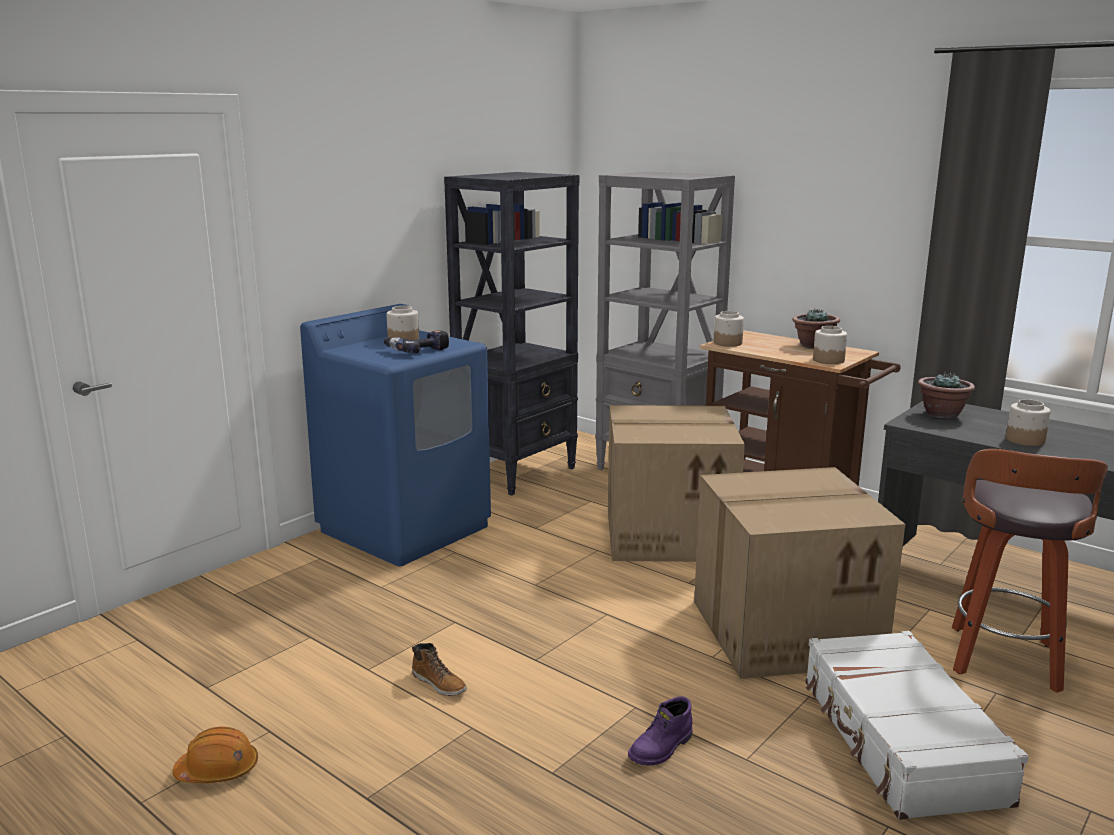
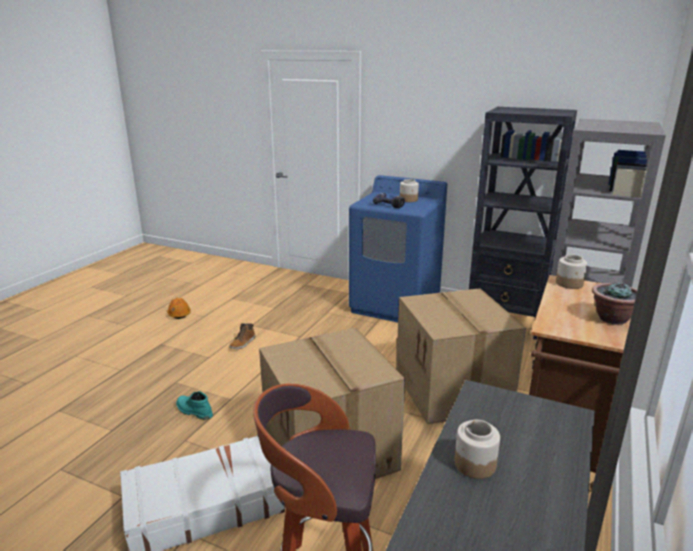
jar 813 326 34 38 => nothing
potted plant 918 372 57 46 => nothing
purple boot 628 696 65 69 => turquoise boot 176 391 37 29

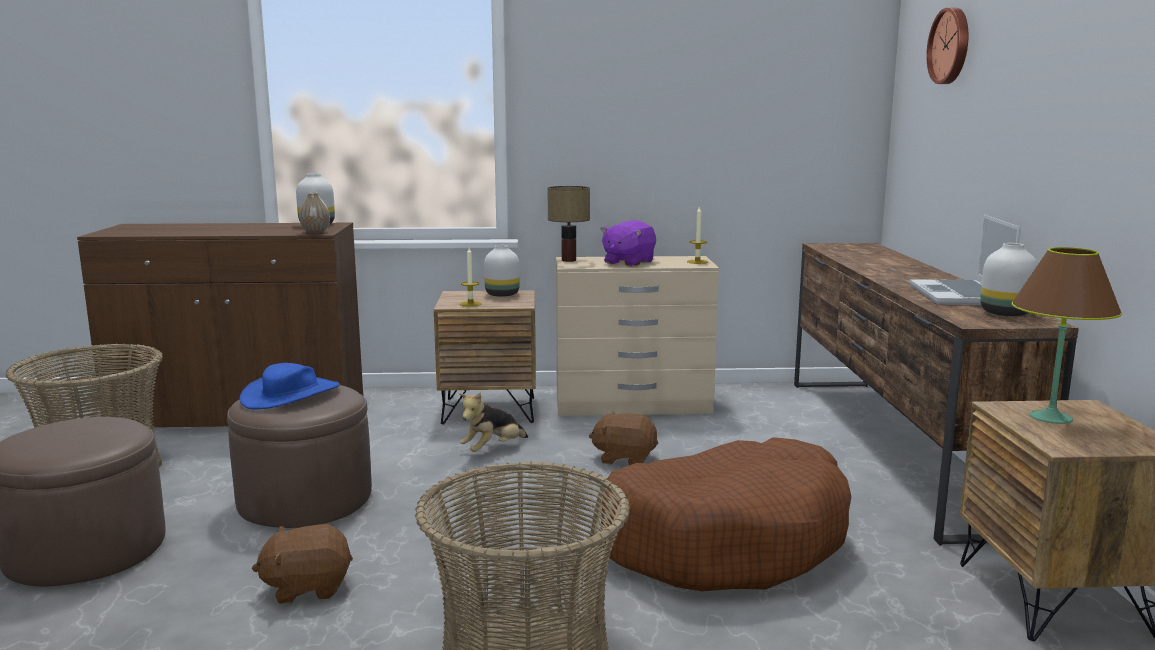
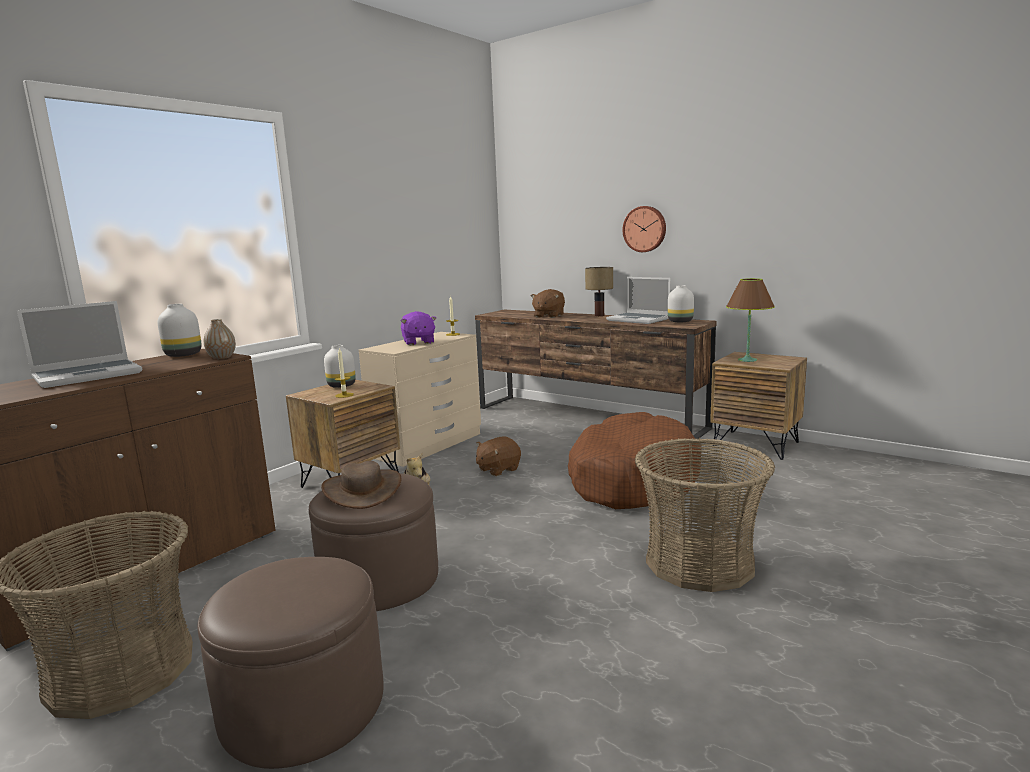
nothing => laptop 17 301 126 87
brown plush toy 252 524 101 80 => brown plush toy 531 289 34 29, moved
table lamp 548 186 42 76 => table lamp 585 267 28 49, moved
wall clock 926 7 42 77 => wall clock 622 206 44 46, moved
blue hat 240 363 100 47 => brown hat 321 461 80 48

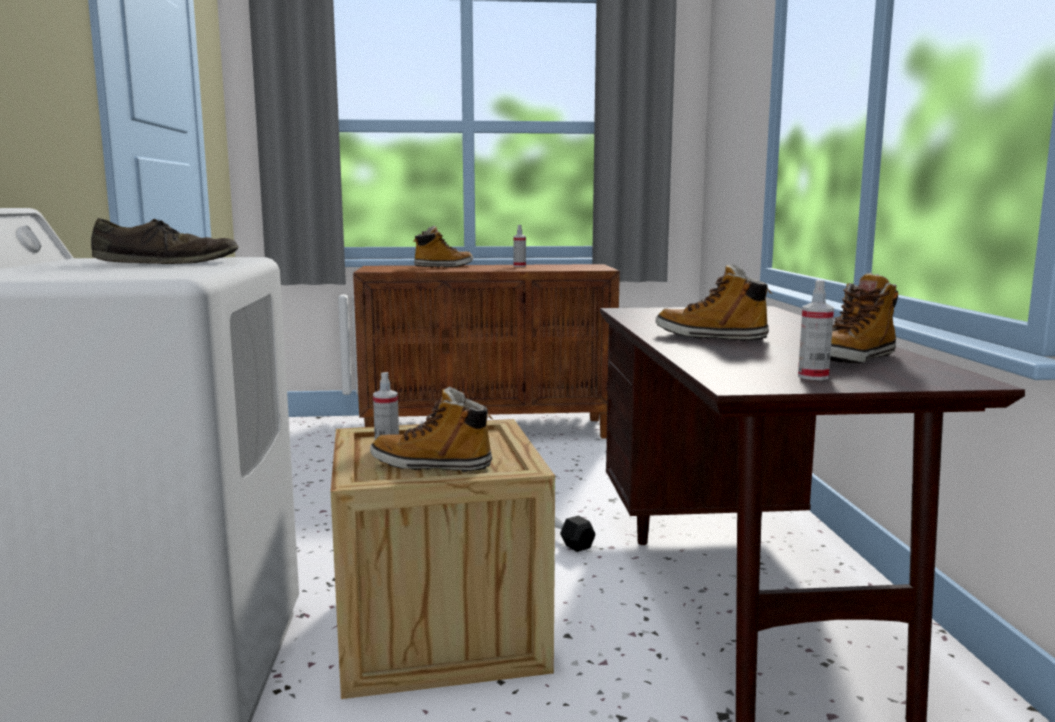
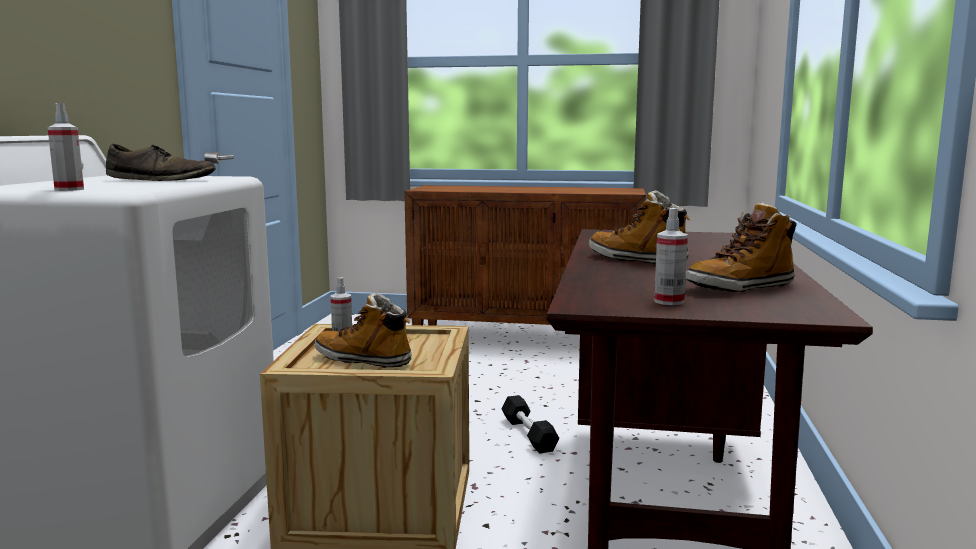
boot 413 226 60 41 => nothing
spray bottle 513 225 13 42 => spray bottle 48 103 36 88, moved

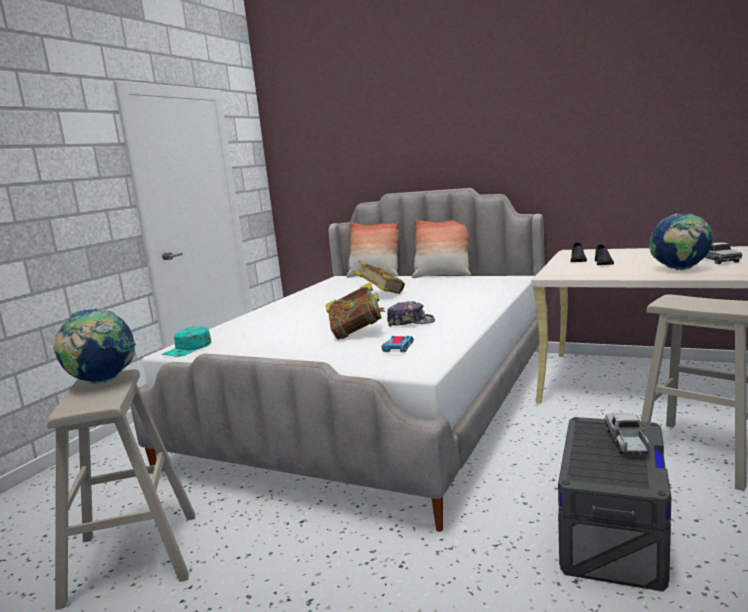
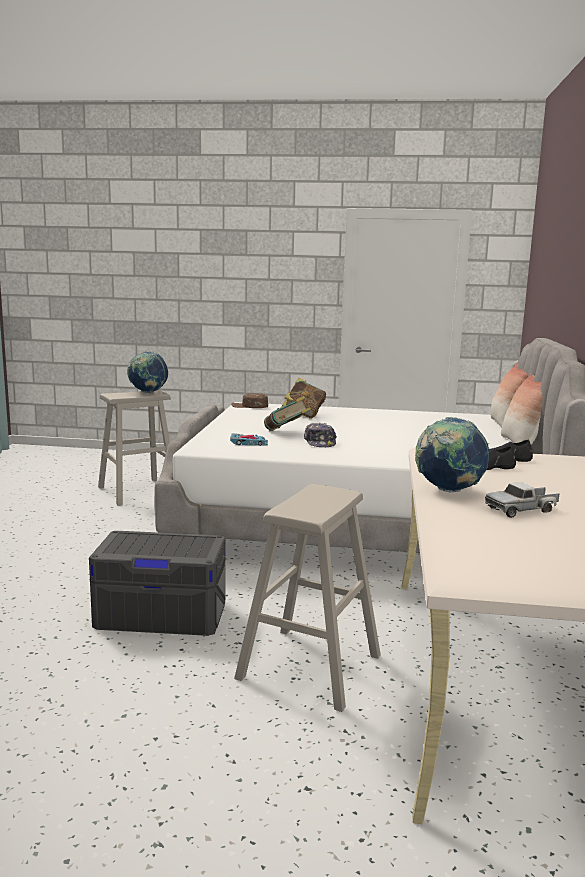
toy truck 605 413 45 42 => nothing
book 353 260 52 34 => book 282 378 44 41, moved
turquoise cap 162 326 49 31 => brown cap 231 393 37 15

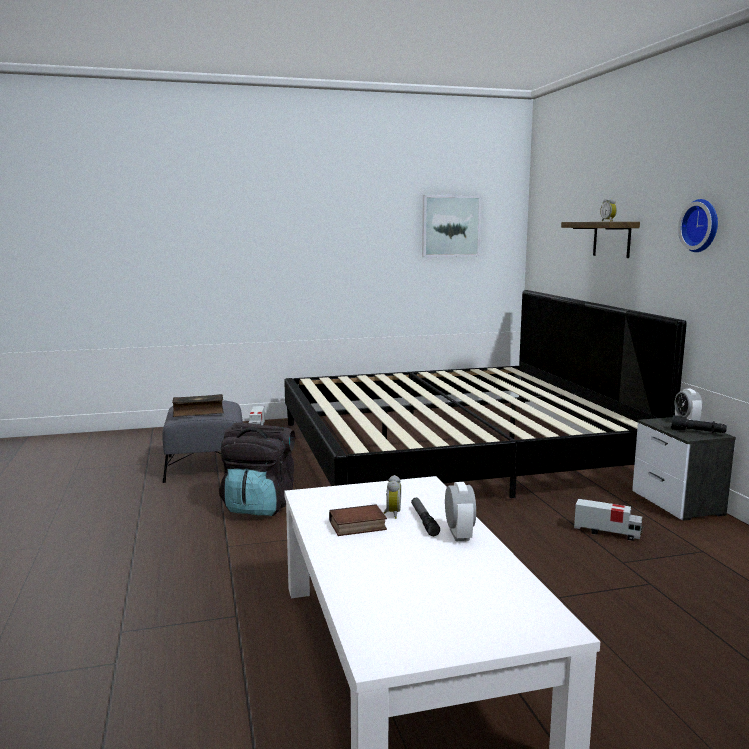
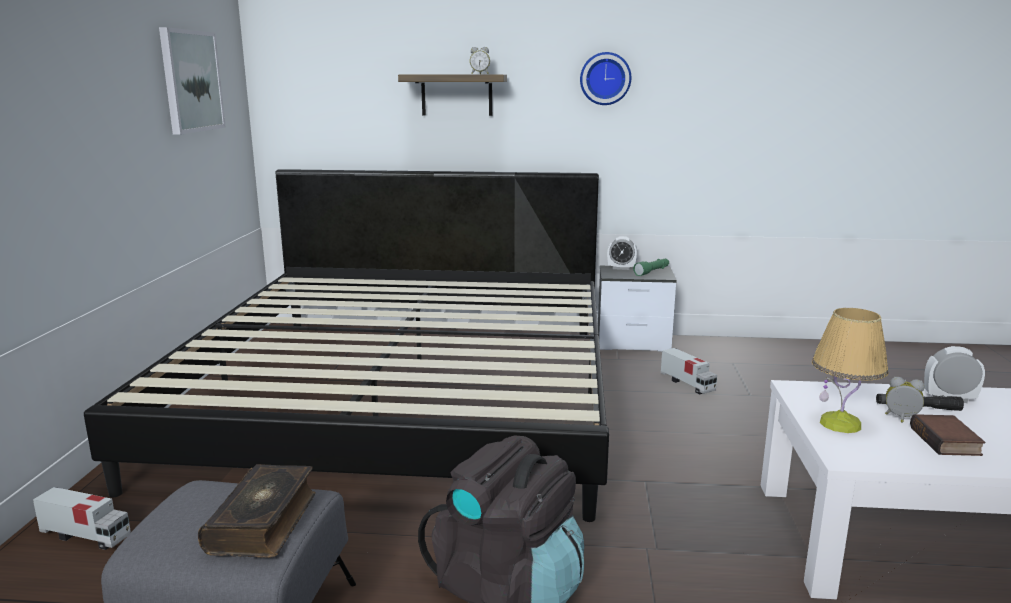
nothing => table lamp 812 308 76 125
black flashlight 671 415 56 18 => green flashlight 633 259 36 17
toy truck 574 499 69 42 => toy truck 661 348 56 47, 105 degrees clockwise

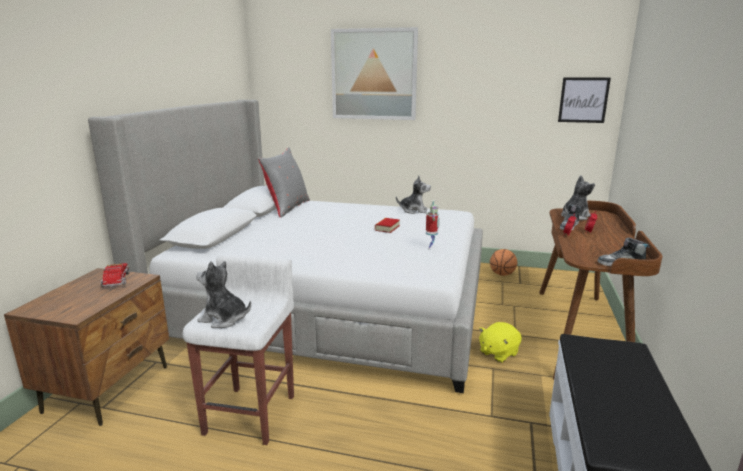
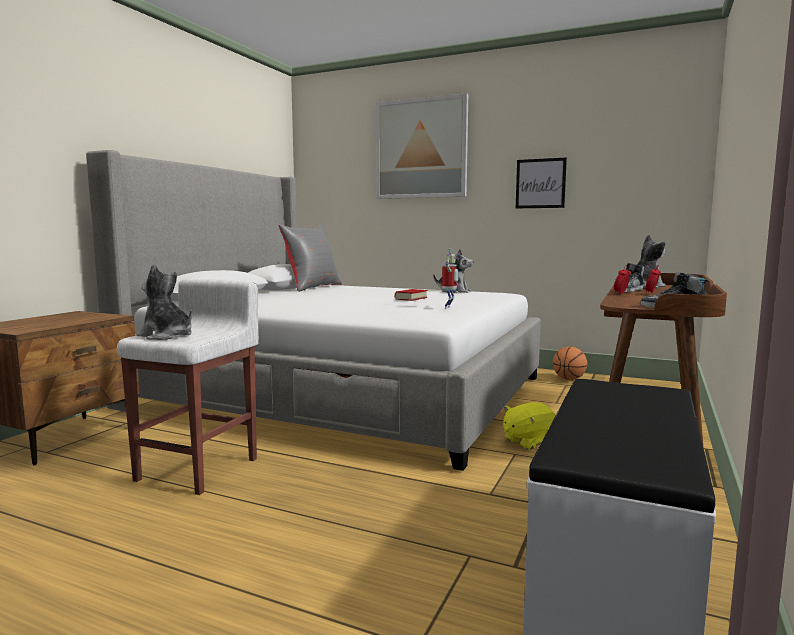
toy truck 101 263 28 24 => nothing
picture 558 77 53 46 => picture 516 158 51 50, moved

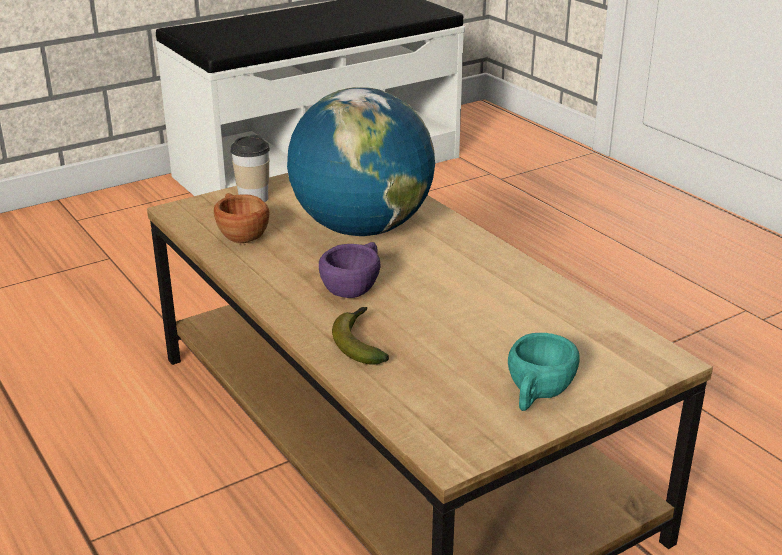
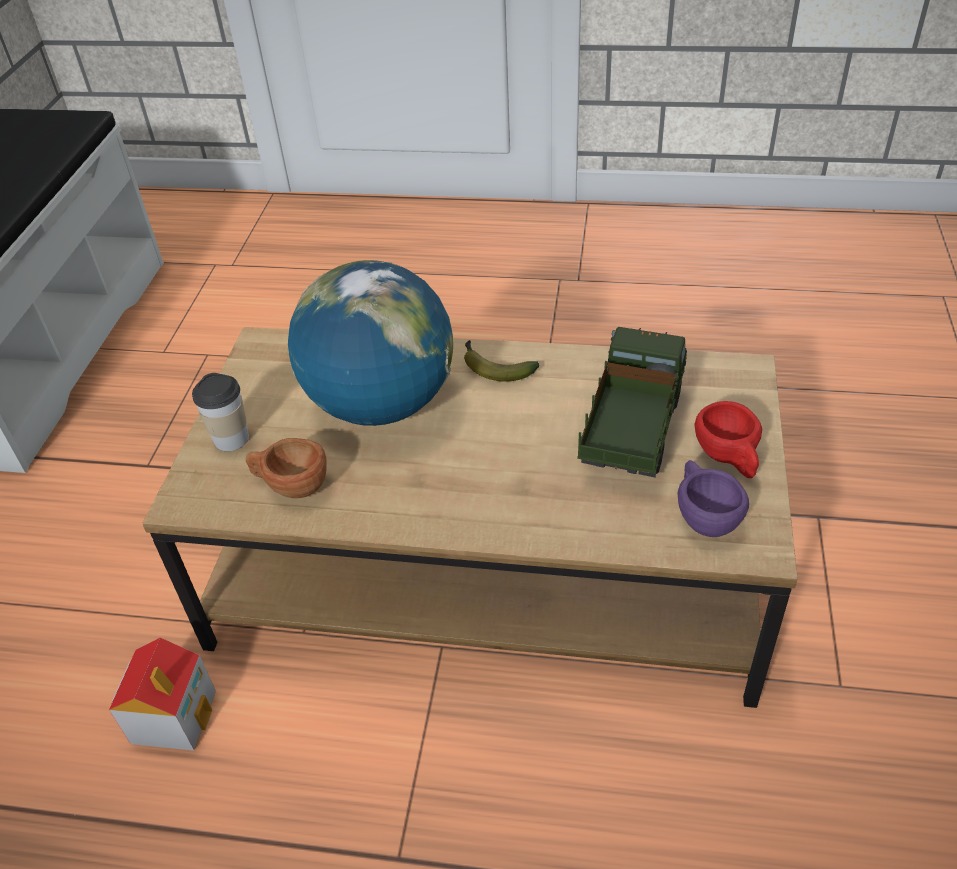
nothing => toy house 109 637 107 114
nothing => toy truck 577 327 110 151
purple cup 319 242 62 56 => purple cup 678 460 71 77, moved
banana 332 307 57 58 => banana 464 340 75 42, moved
turquoise cup 508 333 72 78 => red cup 695 401 67 77

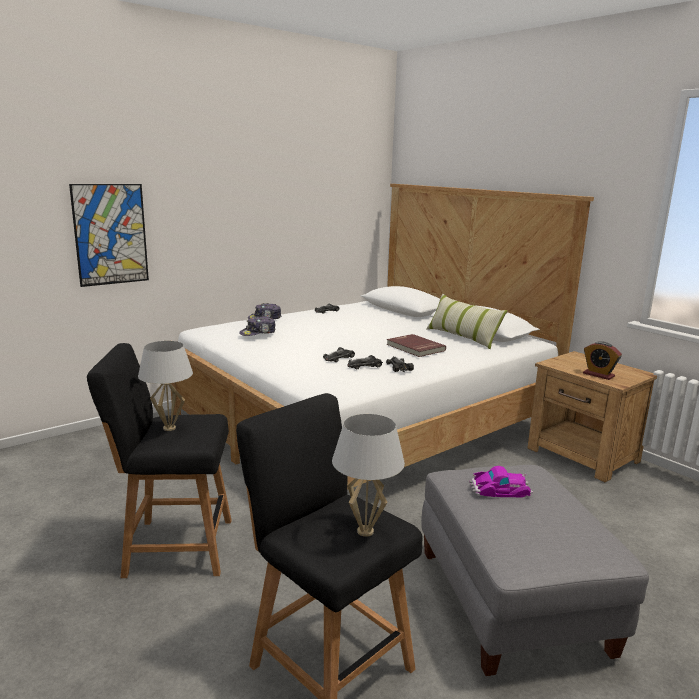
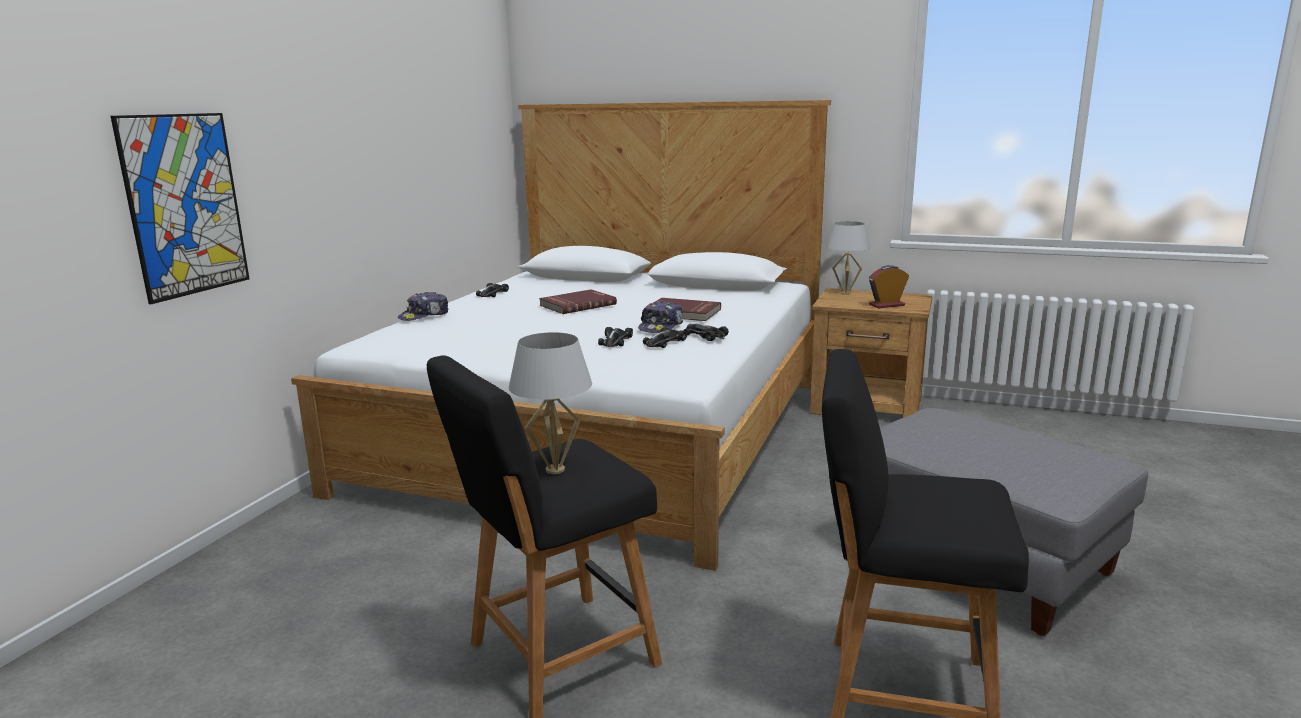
pillow 426 294 82 55 => nothing
toy car 469 466 65 32 => nothing
nothing => red book 539 289 78 25
cap 239 316 37 20 => cap 638 300 45 33, moved
white table lamp 332 414 73 123 => white table lamp 827 221 43 74, moved
alarm clock 583 341 39 39 => alarm clock 869 265 40 44, 150 degrees clockwise

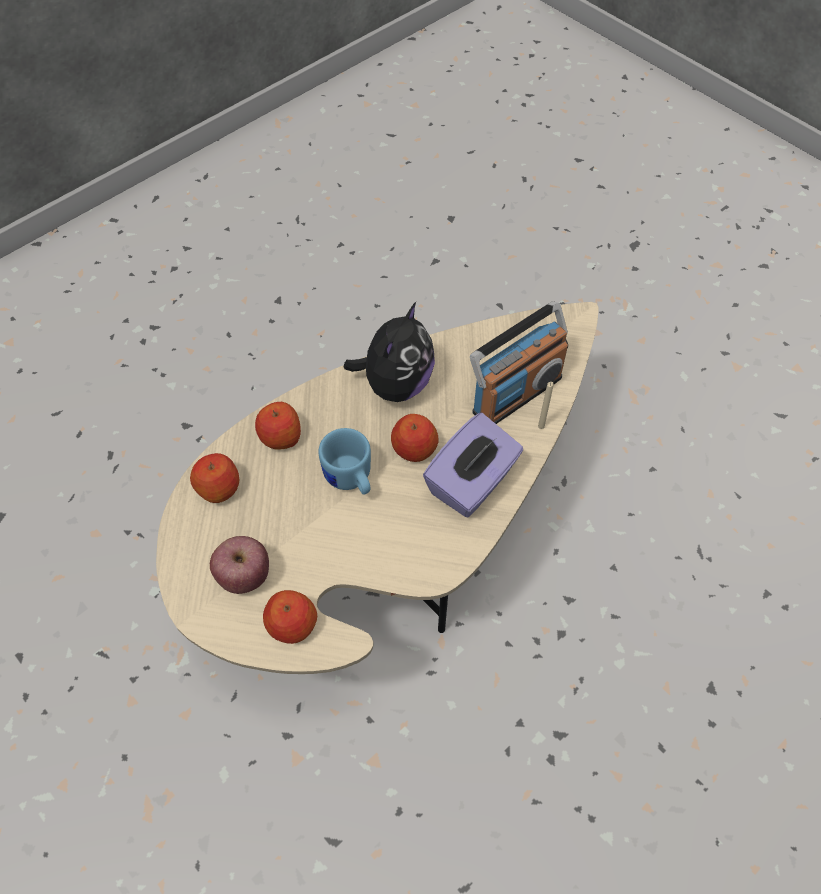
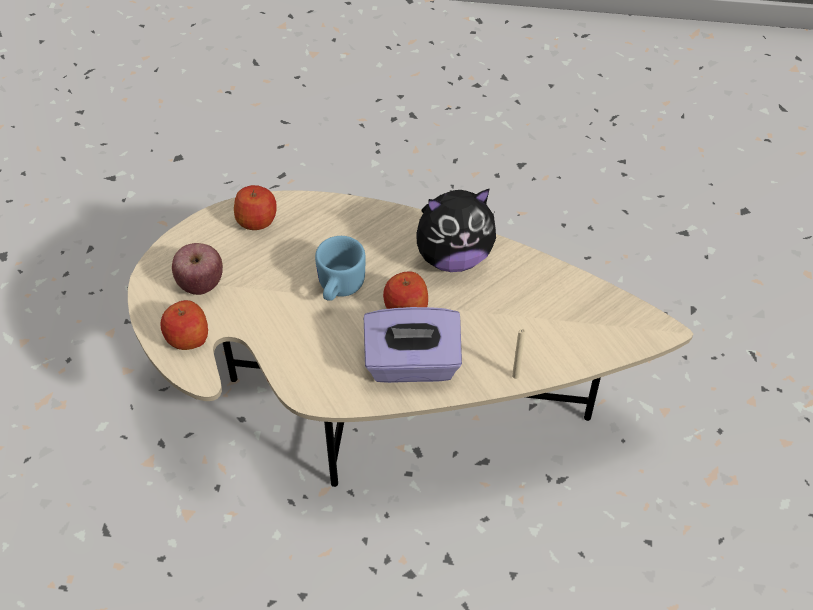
apple 255 402 46 48 => nothing
radio 470 301 98 123 => nothing

